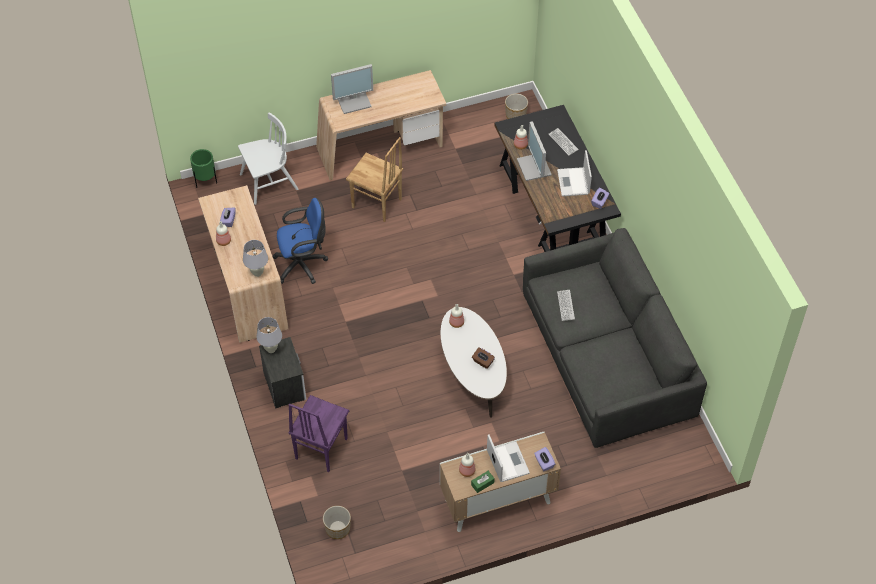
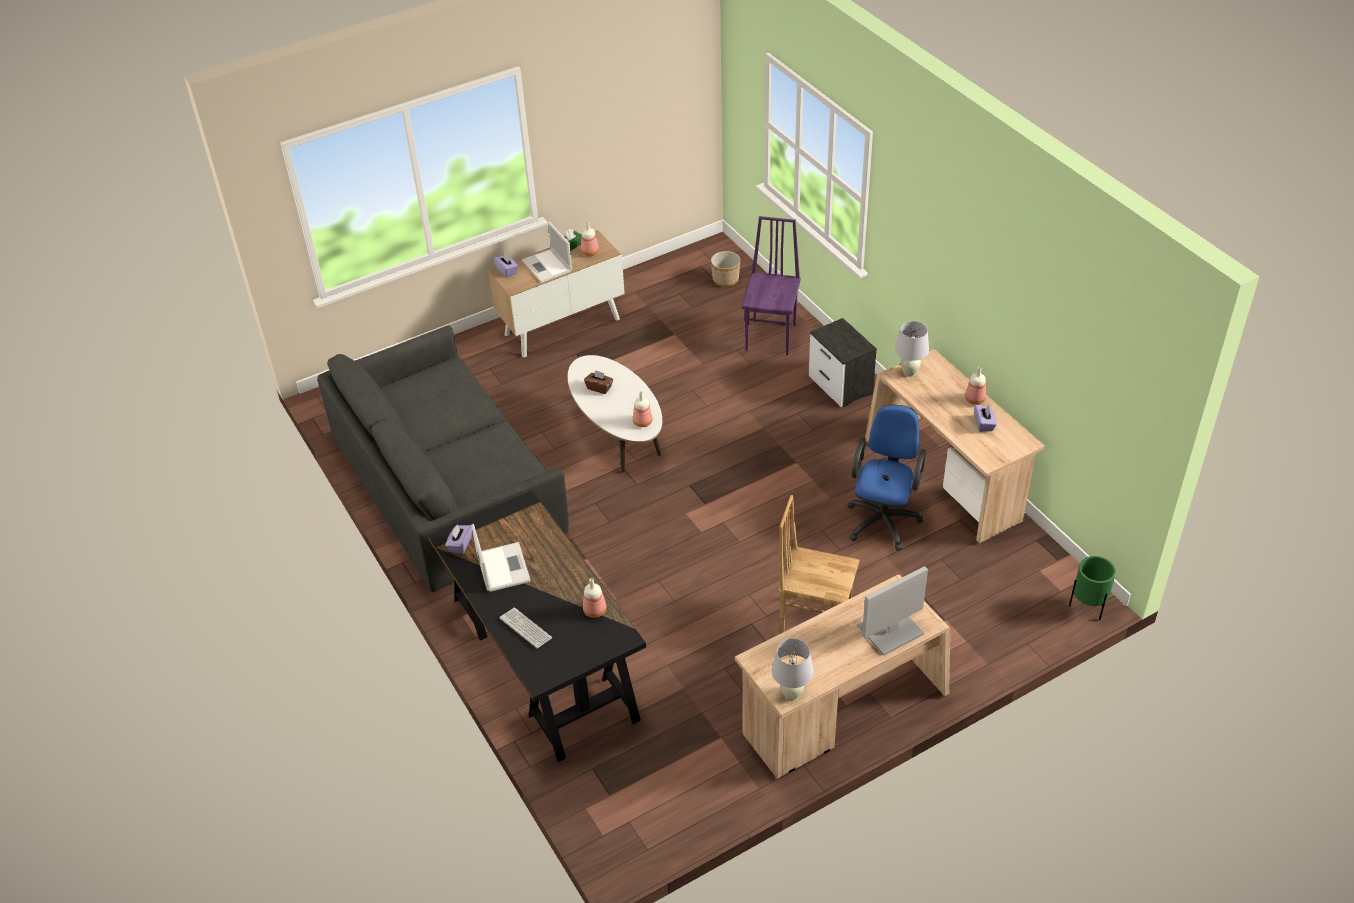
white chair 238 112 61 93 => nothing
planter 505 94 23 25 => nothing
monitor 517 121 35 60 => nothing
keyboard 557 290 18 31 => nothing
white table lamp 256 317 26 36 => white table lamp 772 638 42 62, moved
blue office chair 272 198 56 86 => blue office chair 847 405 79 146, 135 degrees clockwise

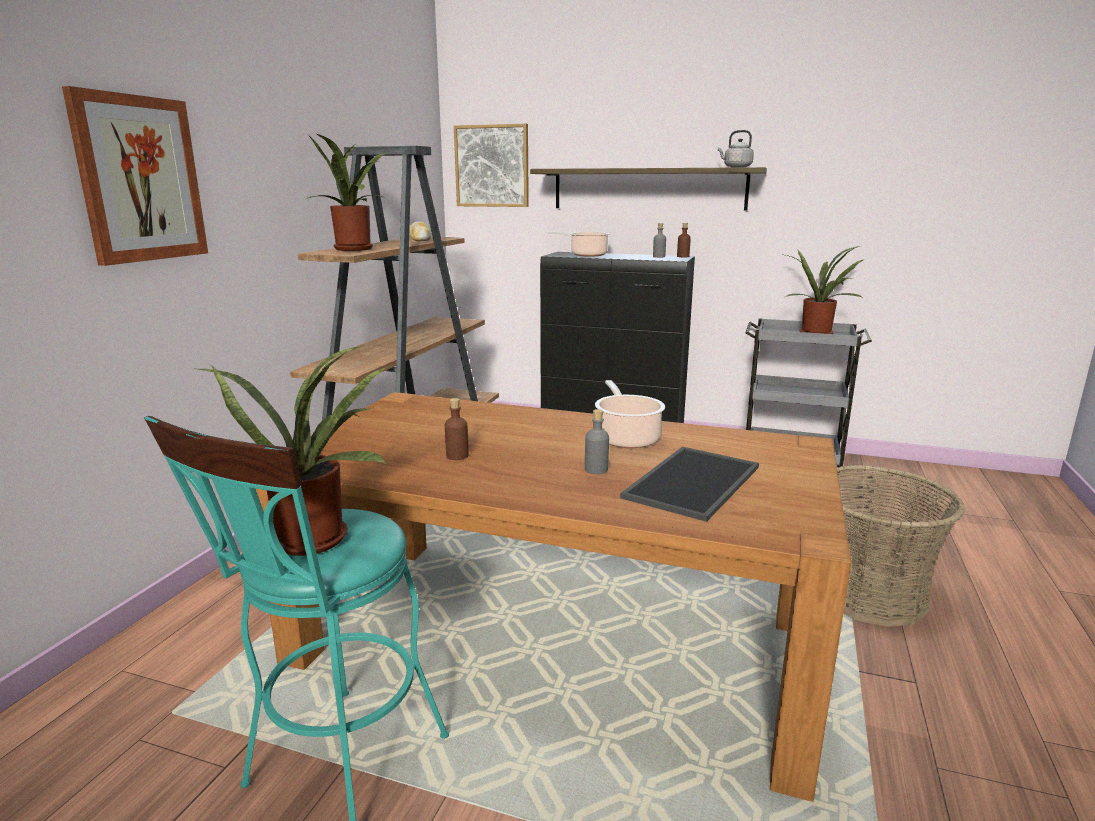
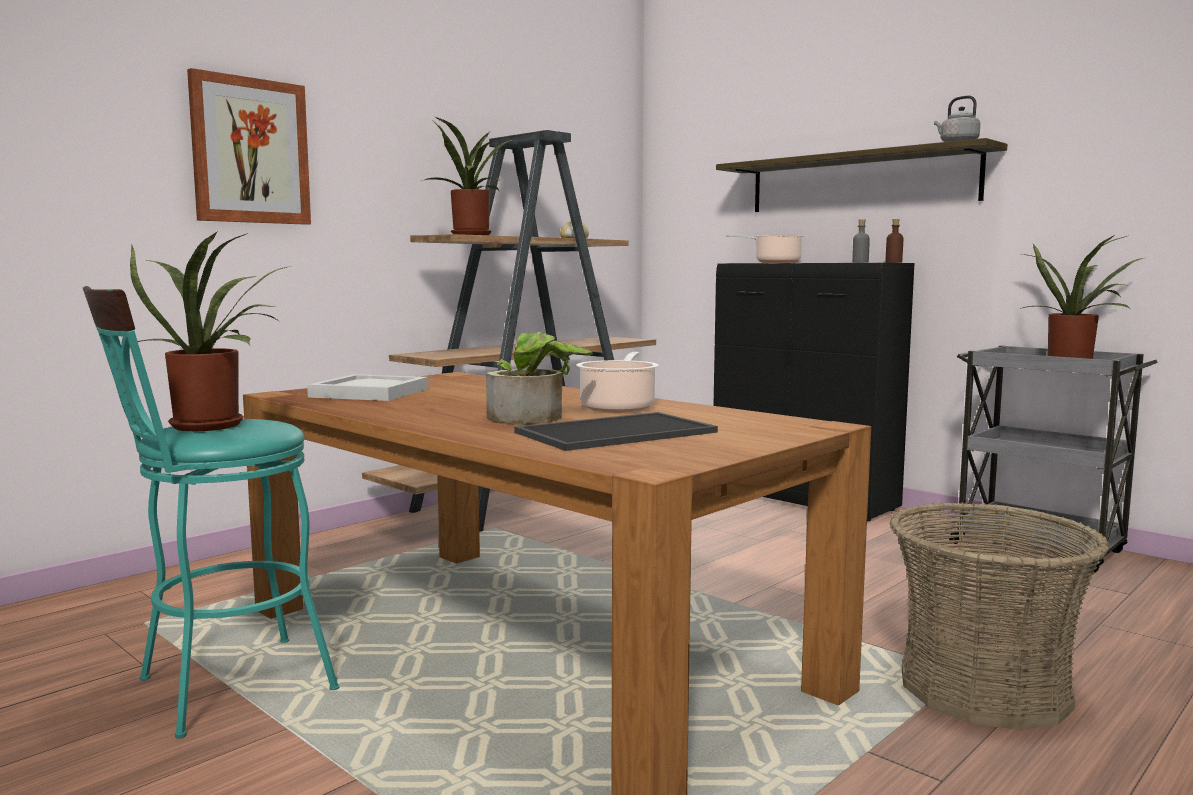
brown bottle 445 398 24 62 => nothing
picture 454 124 75 83 => nothing
nothing => white tray 307 374 121 27
grey bottle 585 409 24 65 => potted plant 486 332 107 93

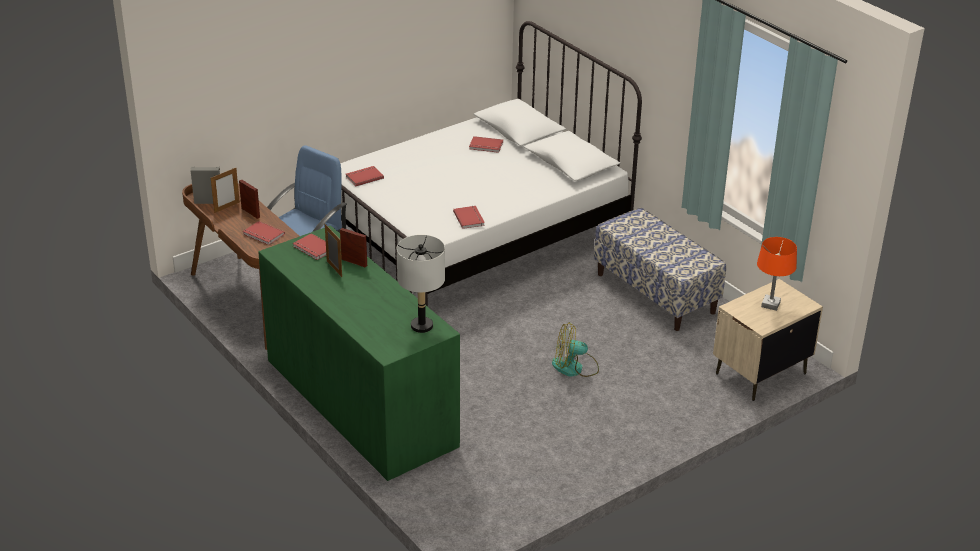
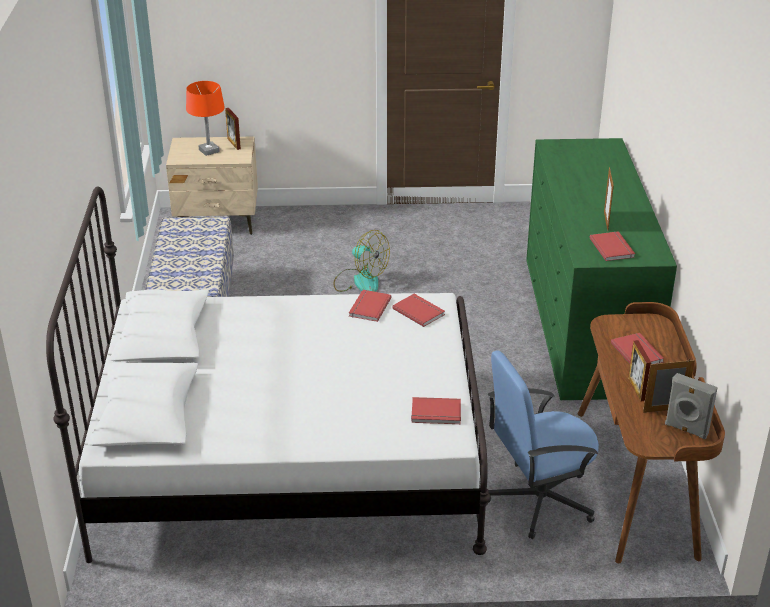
grey table lamp 397 235 48 98 => nothing
picture frame 340 228 27 39 => picture frame 225 108 16 42, moved
red book 469 136 34 17 => red book 392 294 53 33, moved

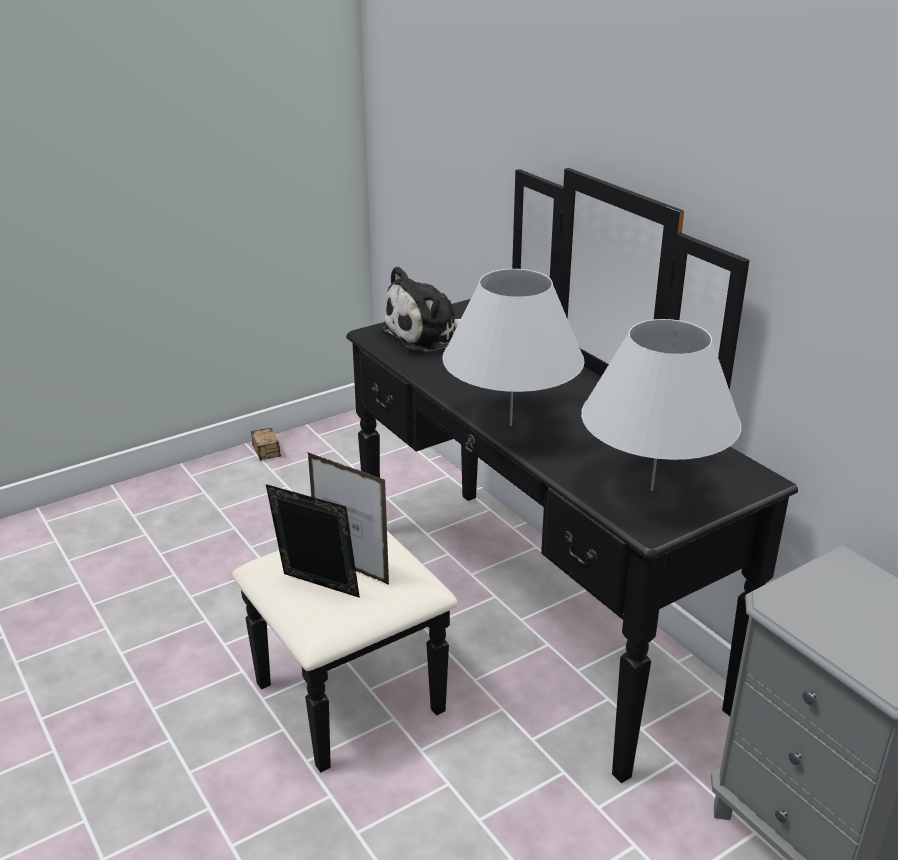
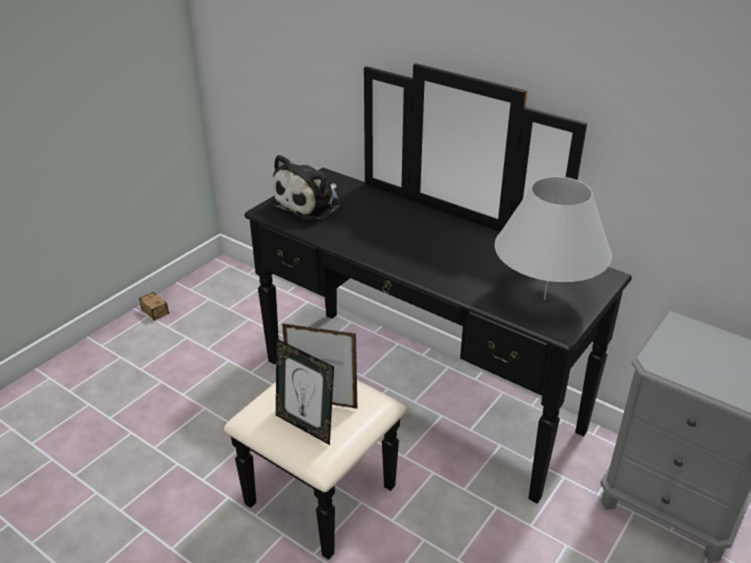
white table lamp 442 269 143 157 => nothing
picture frame 266 484 94 114 => picture frame 276 338 58 107, 150 degrees counterclockwise

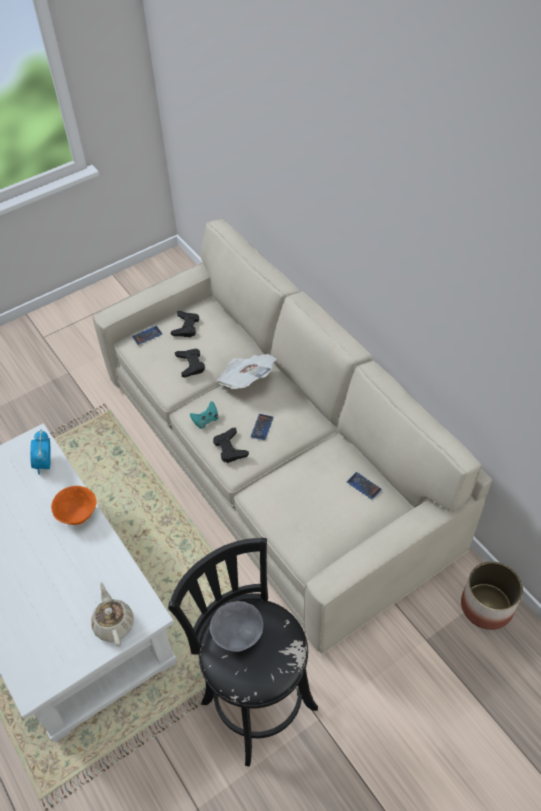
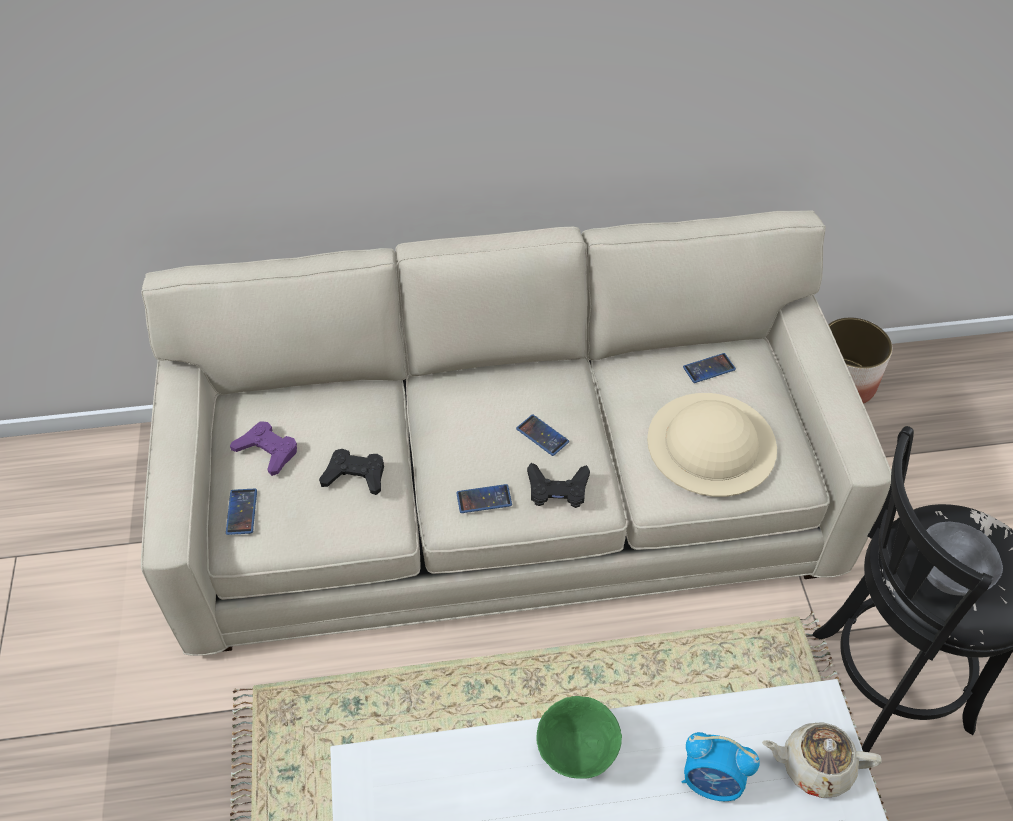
newspaper 216 354 61 35 => nothing
nothing => beige hat 647 393 130 104
alarm clock 30 429 21 46 => alarm clock 682 732 78 69, moved
turquoise game controller 190 401 28 28 => phone 456 484 56 29
orange bowl 51 486 45 39 => green bowl 536 696 86 83
black game controller 171 311 28 26 => purple game controller 230 421 67 55

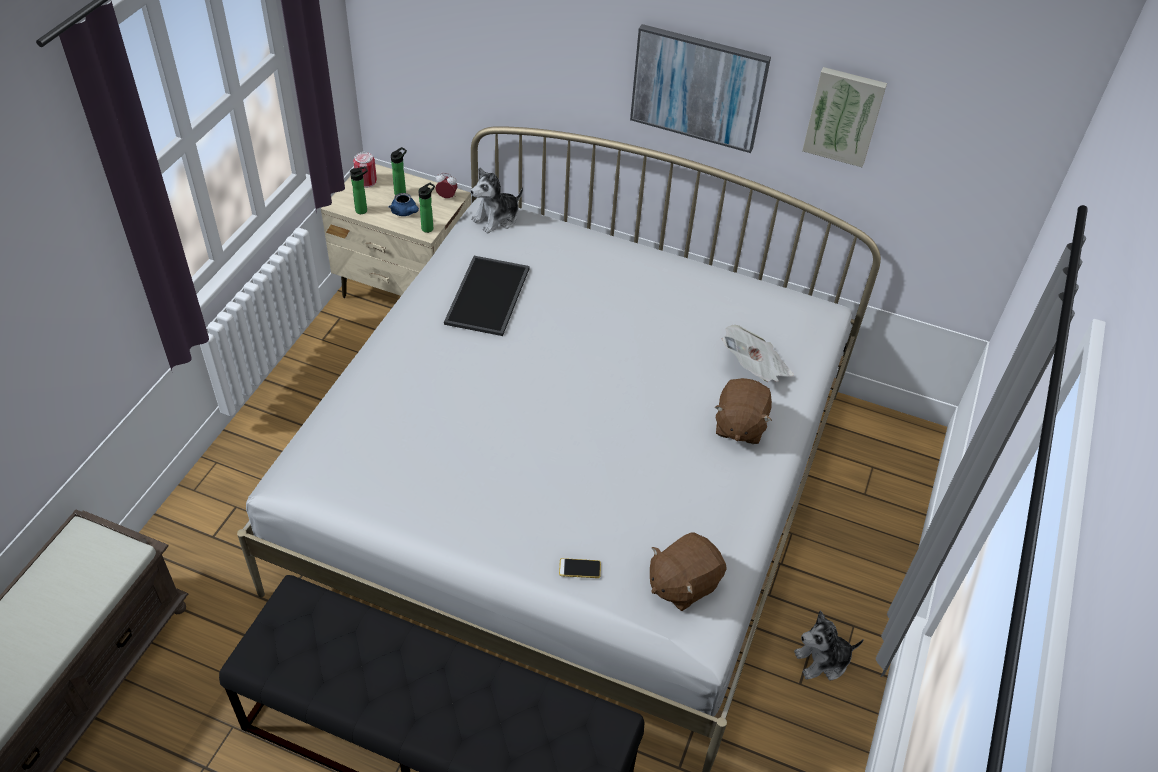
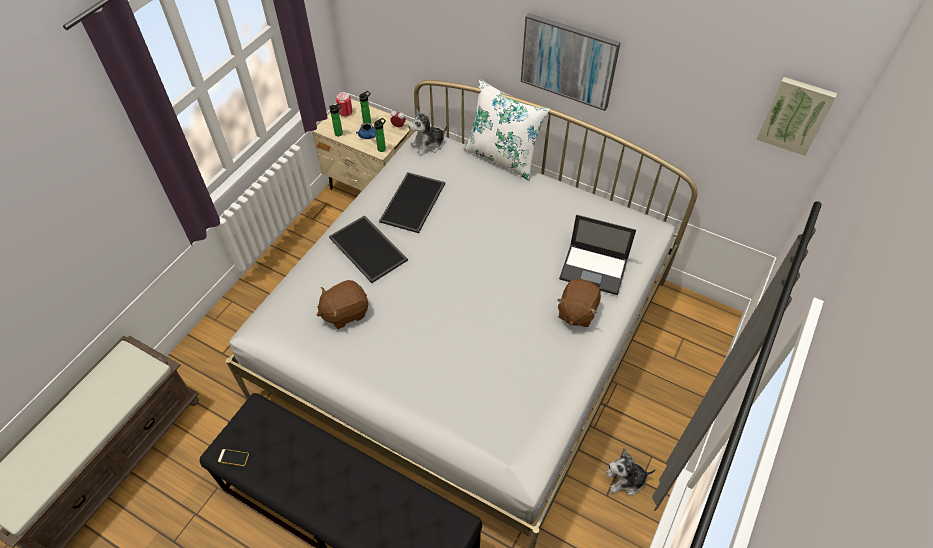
nothing => tray 329 215 79 68
nothing => white pillow 464 79 86 102
phone 559 558 42 20 => phone 218 449 31 17, moved
brown plush toy 650 533 77 78 => brown plush toy 317 280 51 49, moved
picture 802 67 85 100 => picture 756 77 81 79, moved
newspaper 722 325 71 57 => laptop 559 215 77 80

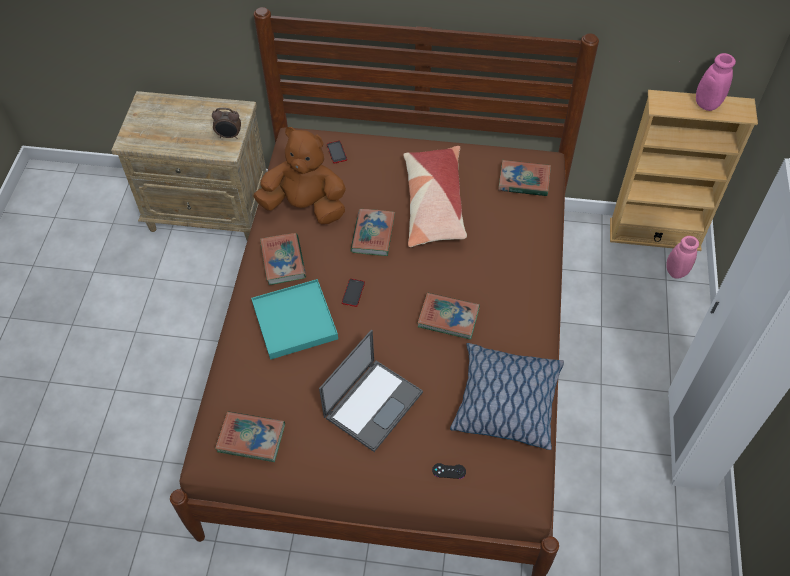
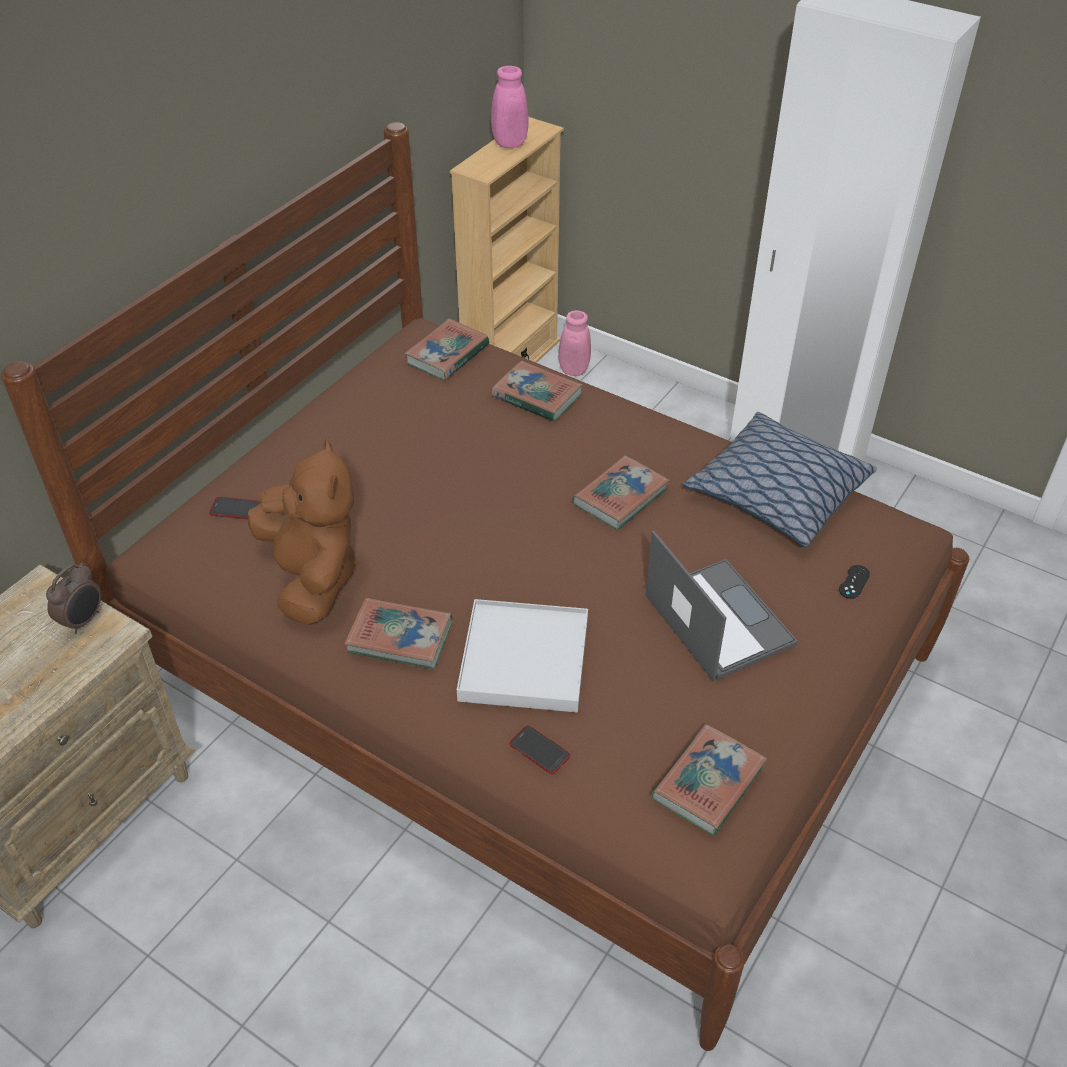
pillow 403 146 64 101 => nothing
phone 342 279 23 28 => phone 510 725 60 49, moved
book 350 209 45 47 => book 492 361 91 61, moved
turquoise tray 251 279 87 81 => white tray 457 599 131 113
brown plush toy 253 127 93 97 => brown plush toy 248 439 110 186, 120 degrees clockwise

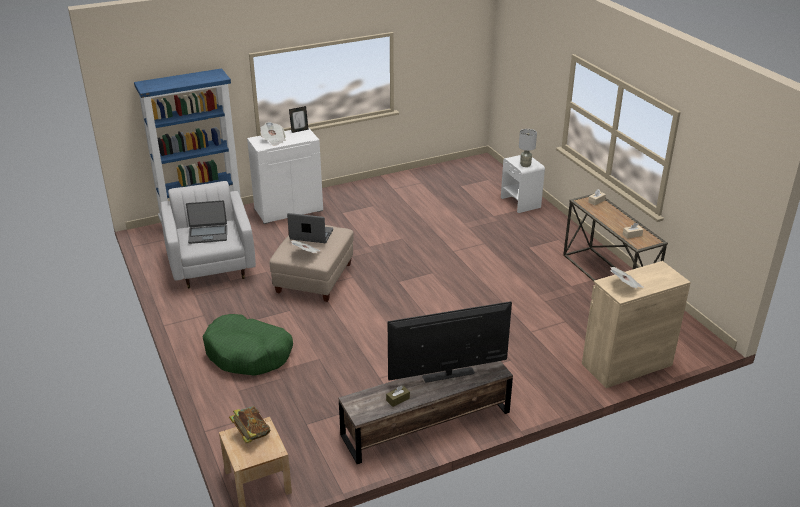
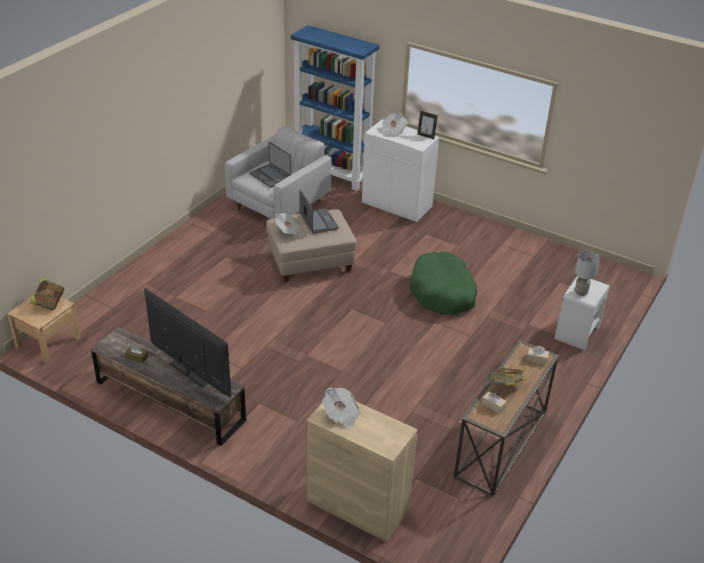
nothing => book 488 368 38 18
green dog bed 203 314 90 62 => green dog bed 410 252 67 63, moved

